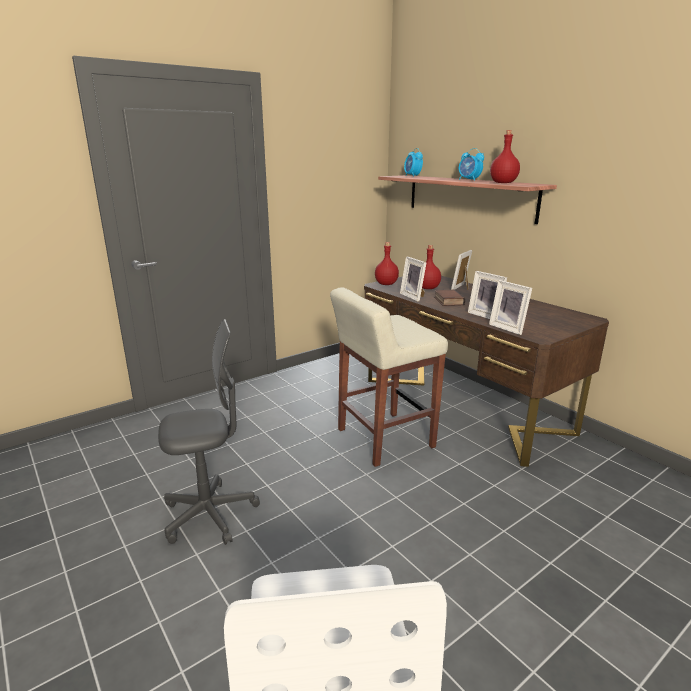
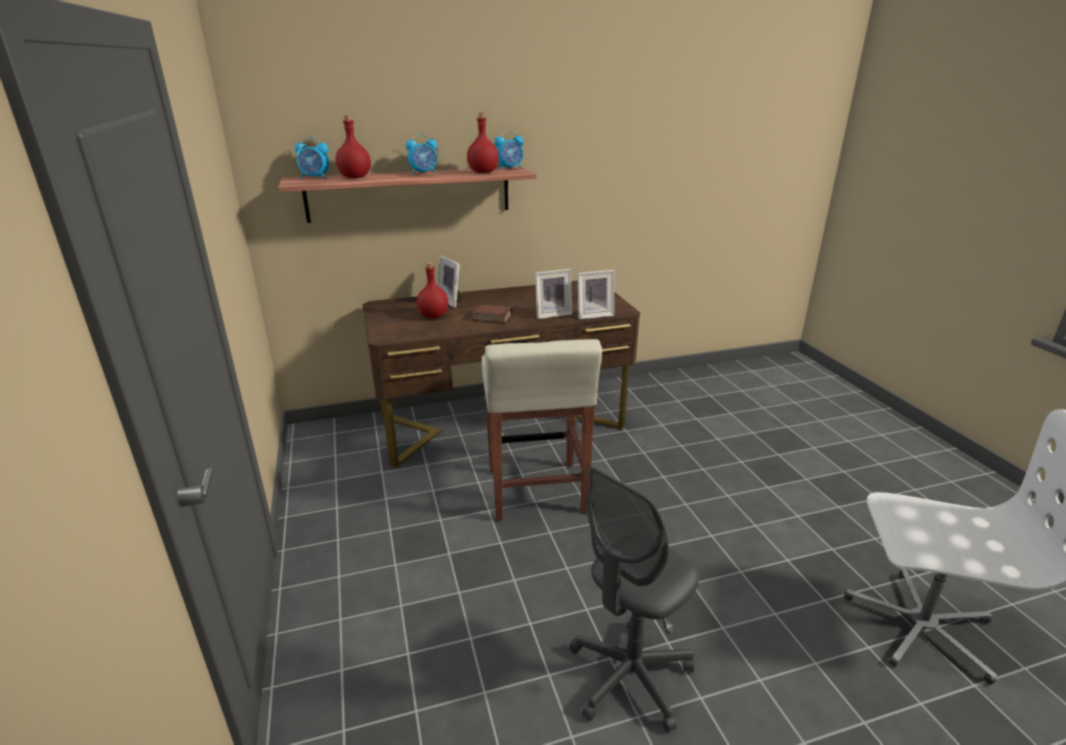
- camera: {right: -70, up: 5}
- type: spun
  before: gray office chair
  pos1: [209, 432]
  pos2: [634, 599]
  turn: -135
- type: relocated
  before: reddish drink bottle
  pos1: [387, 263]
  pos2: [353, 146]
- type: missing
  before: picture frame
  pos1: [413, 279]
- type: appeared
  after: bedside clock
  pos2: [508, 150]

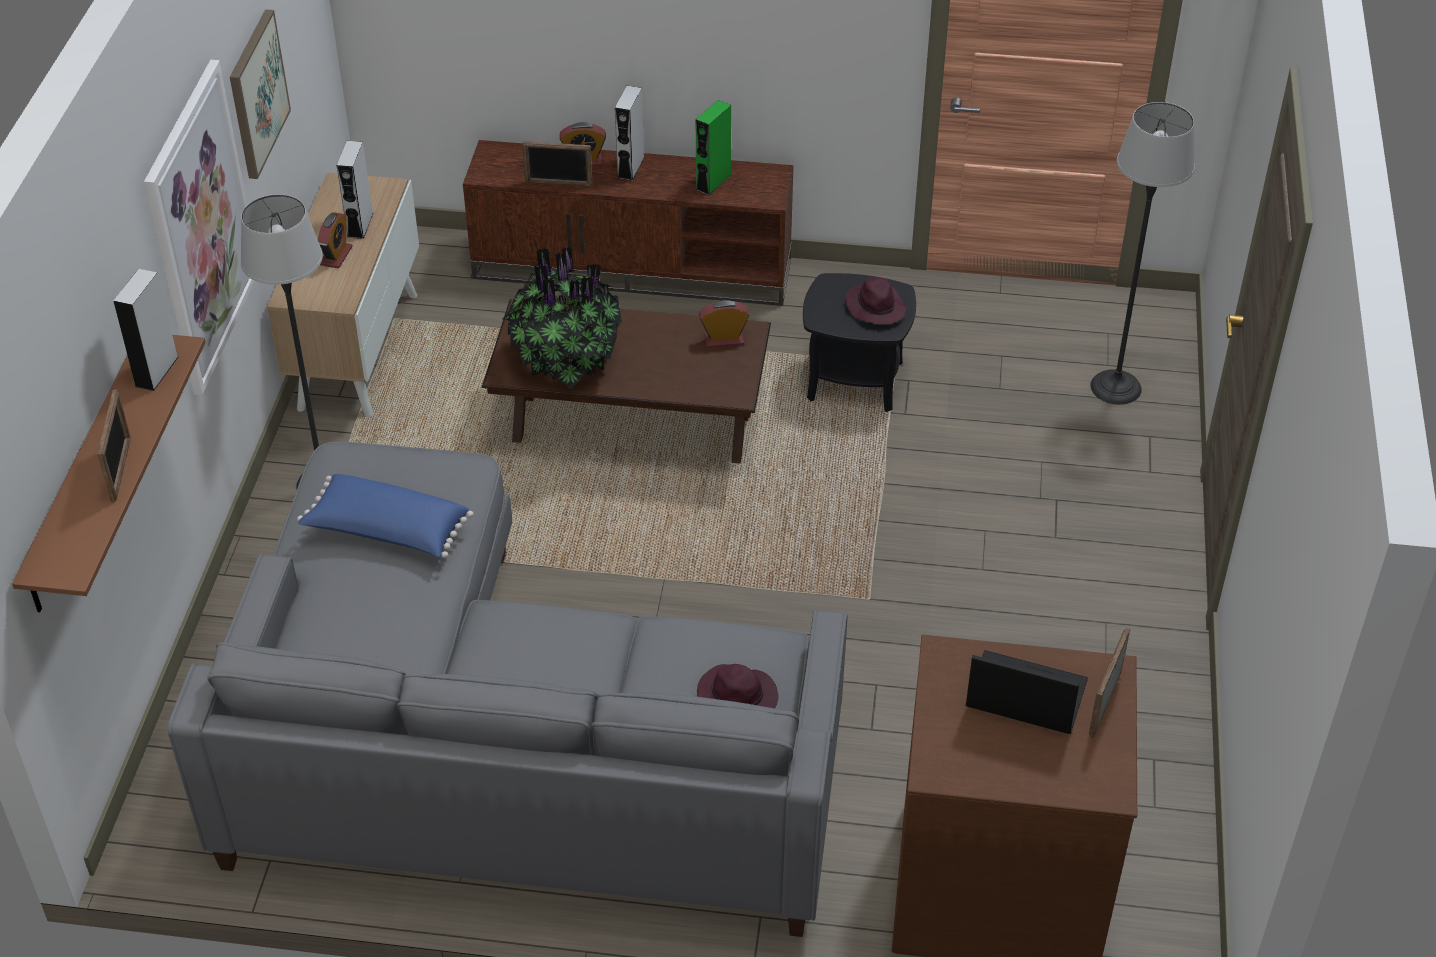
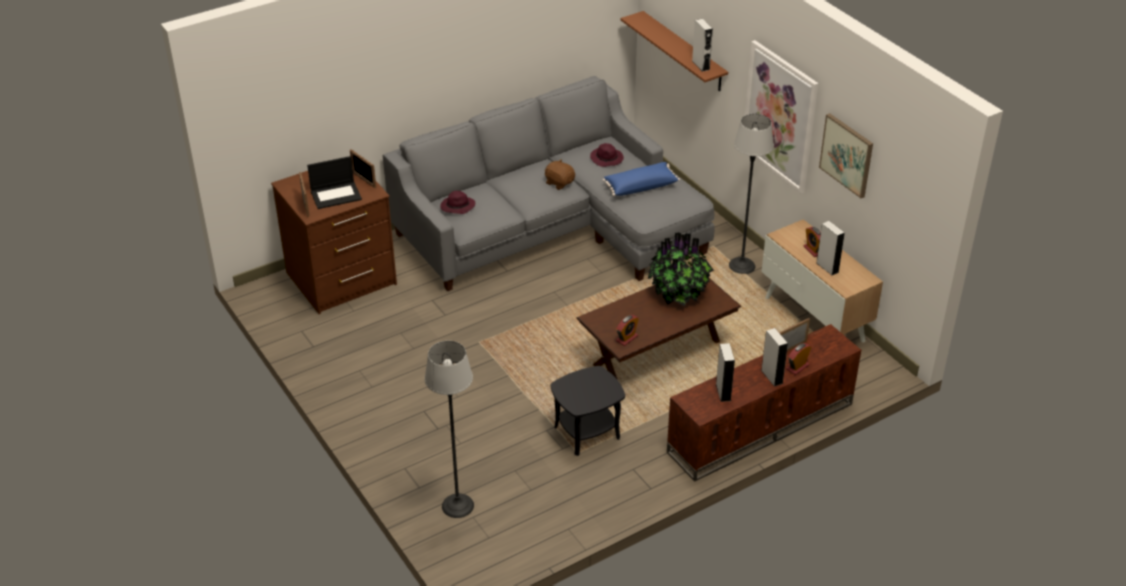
- camera: {right: 140, up: -5}
- type: relocated
  before: picture frame
  pos1: [114, 446]
  pos2: [363, 168]
- type: colour
  before: greenish loudspeaker
  after: gray loudspeaker
  pos1: [713, 147]
  pos2: [725, 372]
- type: relocated
  before: purplish clothing hat
  pos1: [875, 301]
  pos2: [607, 155]
- type: appeared
  after: brownish plush toy
  pos2: [559, 174]

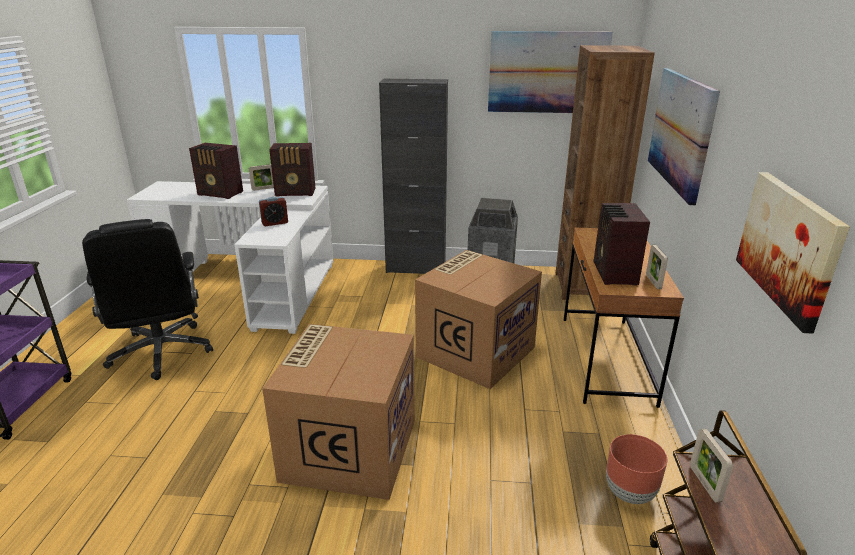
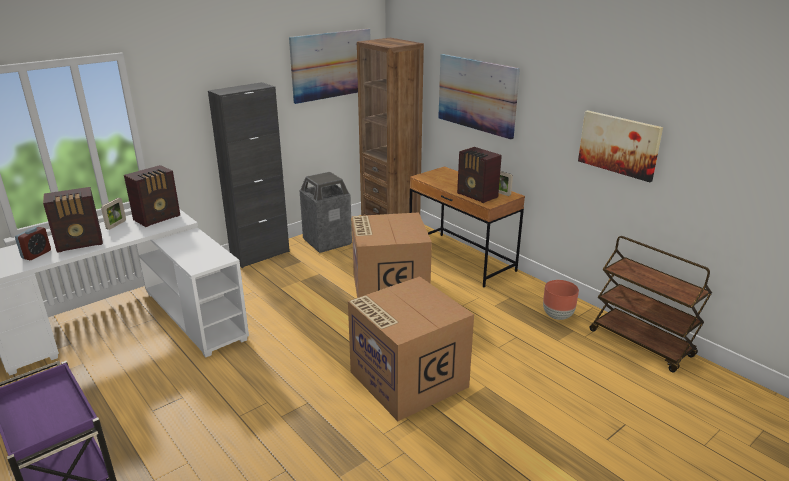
- camera: {right: -45, up: 0}
- type: missing
  before: black-coloured office chair
  pos1: [147, 299]
- type: relocated
  before: bedside clock
  pos1: [273, 211]
  pos2: [33, 243]
- type: missing
  before: picture frame
  pos1: [711, 465]

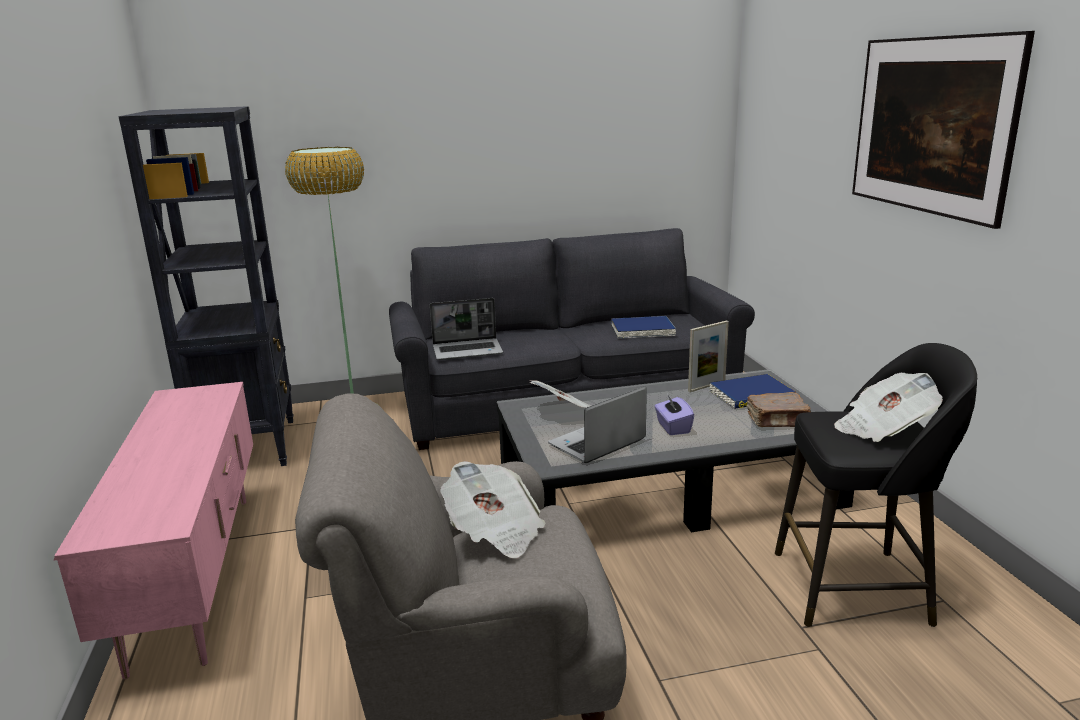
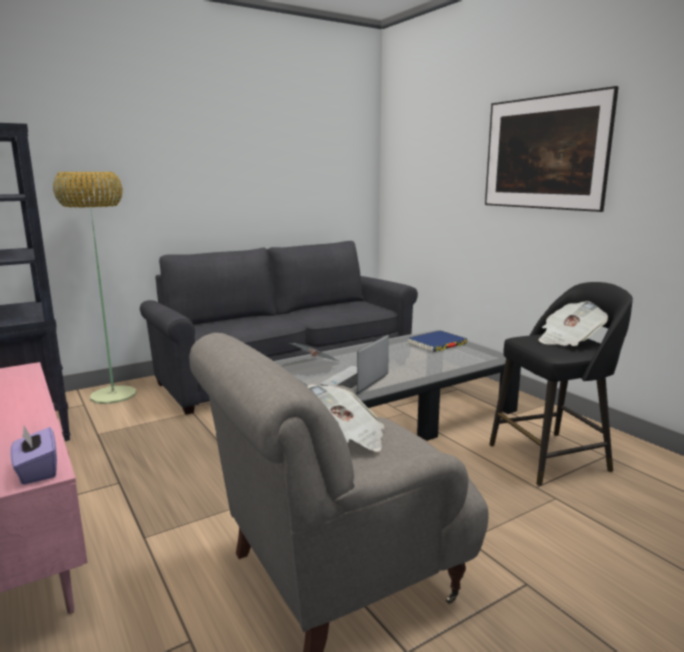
- camera: {right: -20, up: -5}
- type: missing
  before: notebook computer
  pos1: [466, 329]
- type: missing
  before: blue-coloured volume
  pos1: [643, 327]
- type: relocated
  before: purplish tissue holder
  pos1: [674, 415]
  pos2: [33, 455]
- type: missing
  before: picture frame
  pos1: [708, 356]
- type: missing
  before: brownish volume
  pos1: [779, 409]

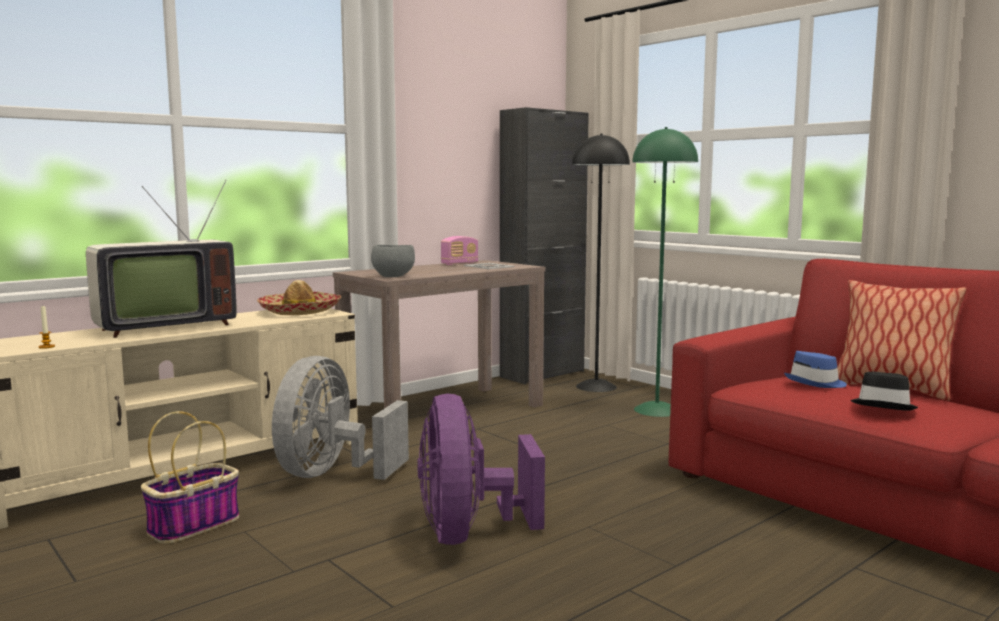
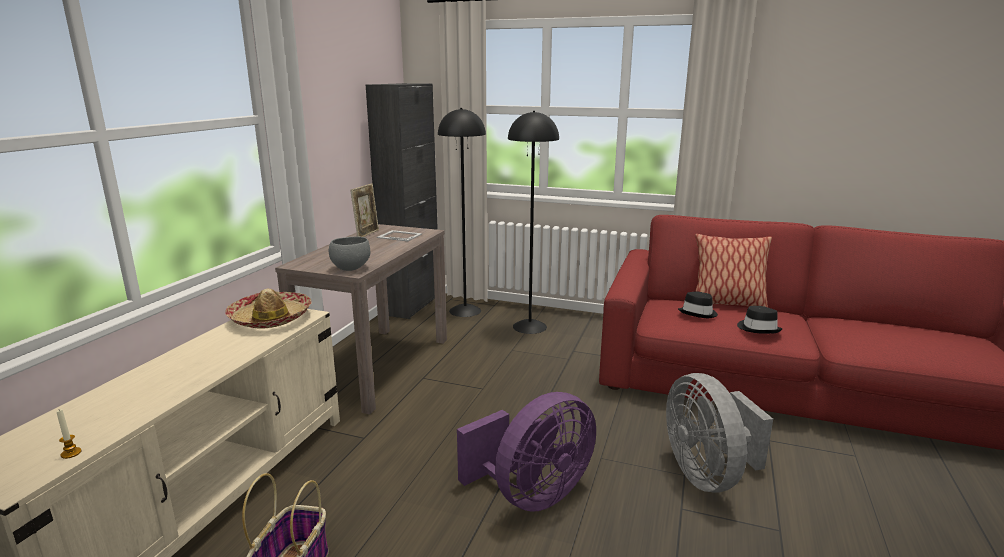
- camera: {right: -30, up: 10}
- type: missing
  before: TV set
  pos1: [161, 259]
- type: relocated
  before: gray electric fan
  pos1: [340, 418]
  pos2: [719, 433]
- type: spun
  before: purplish electric fan
  pos1: [481, 469]
  pos2: [526, 452]
  turn: -90
- type: exchanged
  before: radio
  after: picture frame
  pos1: [459, 250]
  pos2: [364, 210]
- type: colour
  before: greenish floor lamp
  after: black-coloured floor lamp
  pos1: [665, 272]
  pos2: [533, 222]
- type: colour
  before: blue-coloured clothing hat
  after: black-coloured clothing hat
  pos1: [815, 369]
  pos2: [698, 305]

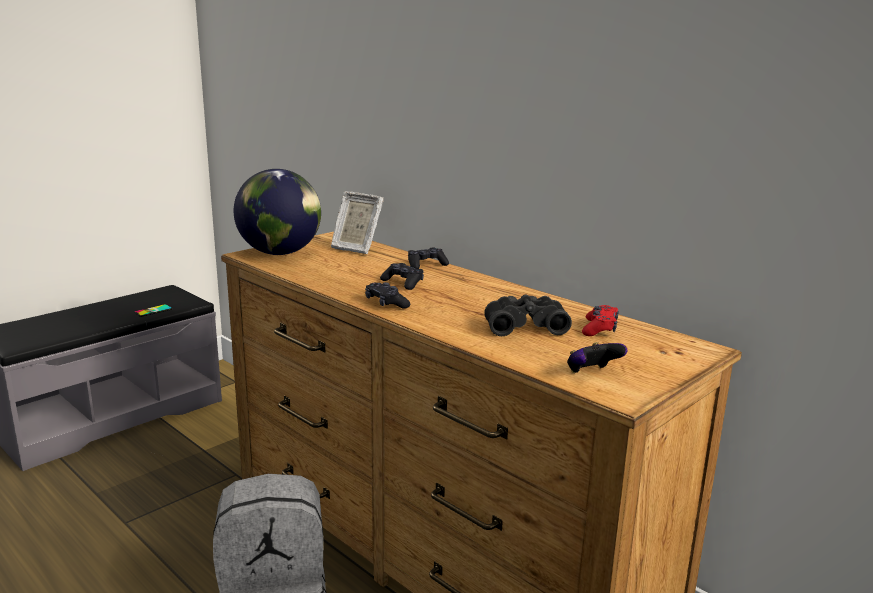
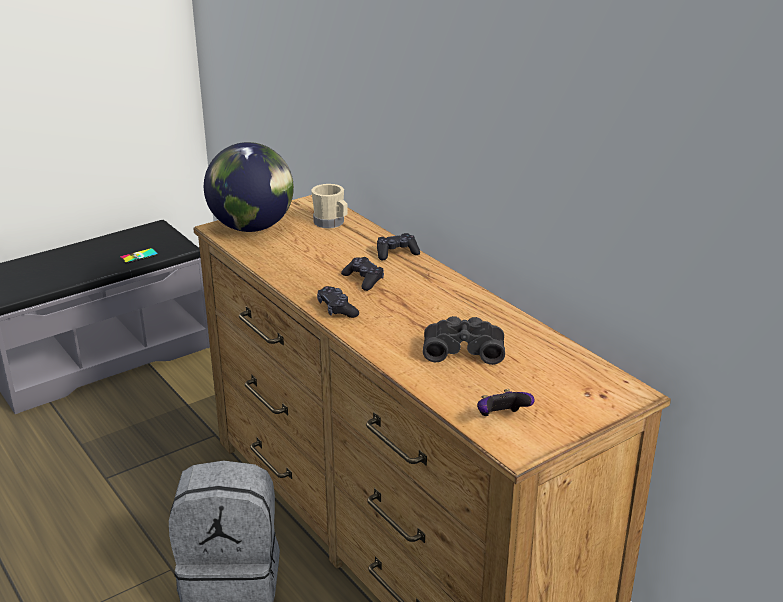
- camera: {right: 10, up: 10}
- type: exchanged
  before: picture frame
  after: beige tea mug
  pos1: [357, 222]
  pos2: [329, 206]
- type: missing
  before: reddish joypad
  pos1: [600, 320]

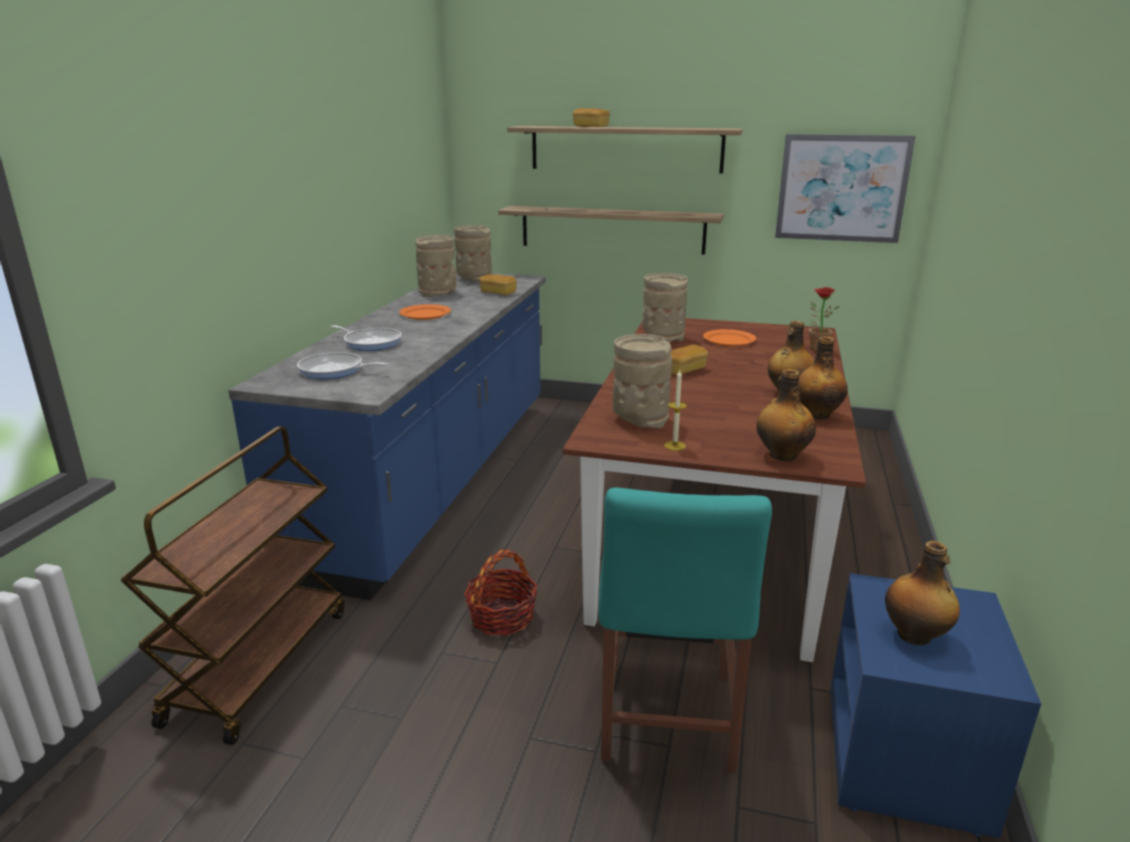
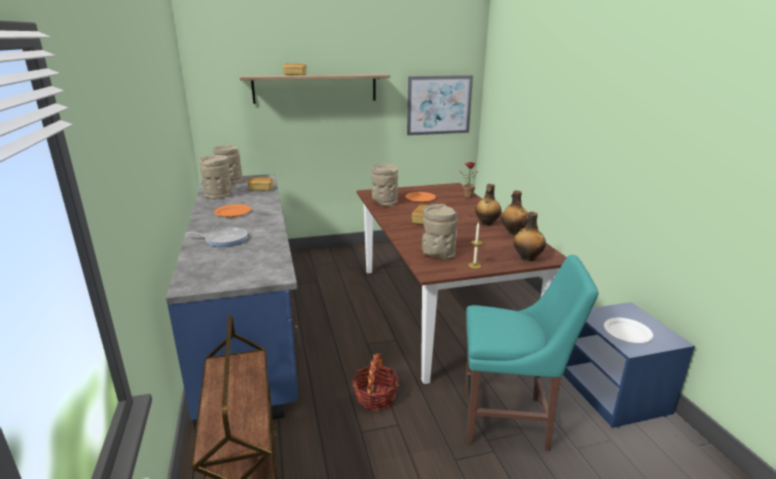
- camera: {right: -30, up: 0}
- type: missing
  before: skillet
  pos1: [343, 365]
- type: missing
  before: shelf
  pos1: [611, 230]
- type: spun
  before: turquoise-coloured chair
  pos1: [685, 630]
  pos2: [532, 353]
  turn: -60
- type: exchanged
  before: drink bottle
  after: white-coloured dinner plate
  pos1: [922, 593]
  pos2: [628, 330]

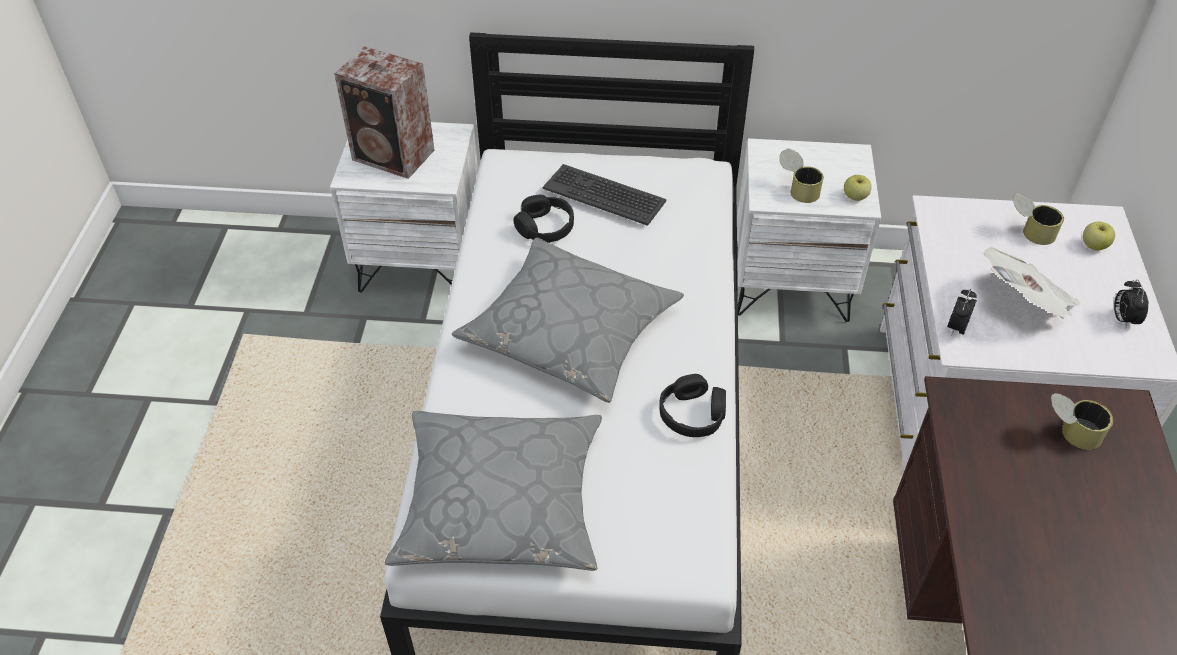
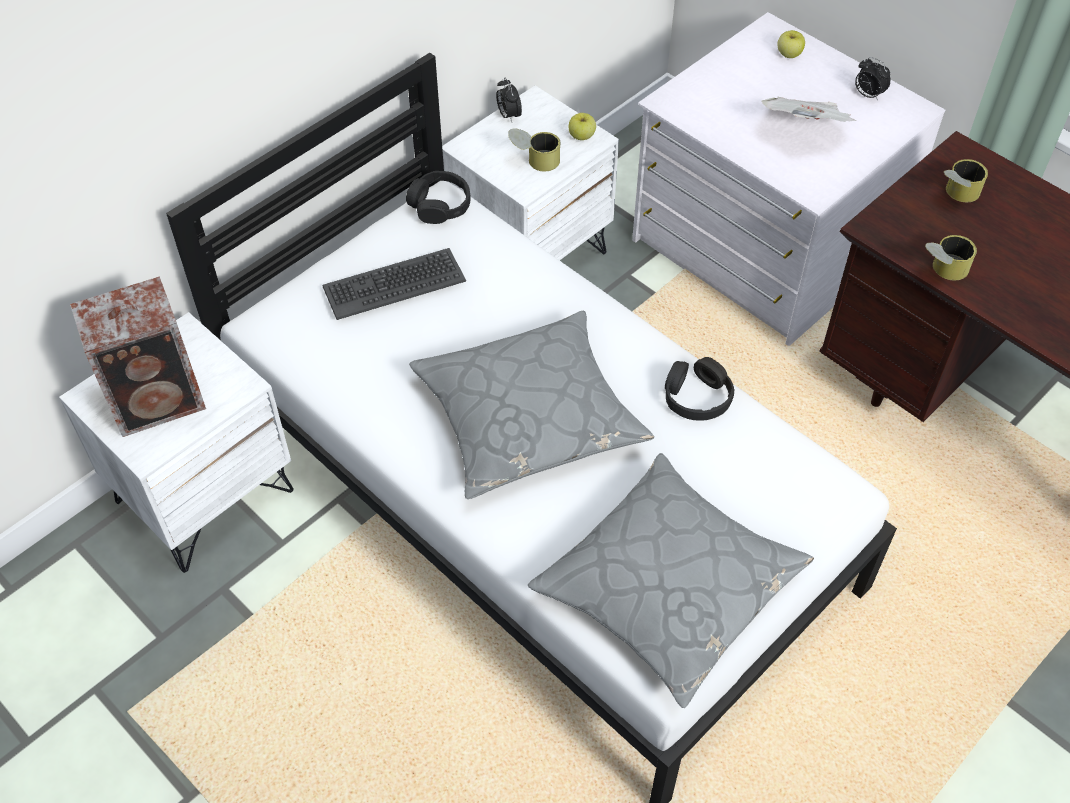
- camera: {right: -50, up: 5}
- type: relocated
  before: black-coloured headset
  pos1: [543, 219]
  pos2: [438, 197]
- type: relocated
  before: bedside clock
  pos1: [962, 312]
  pos2: [509, 100]
- type: relocated
  before: metal can
  pos1: [1038, 219]
  pos2: [951, 257]

